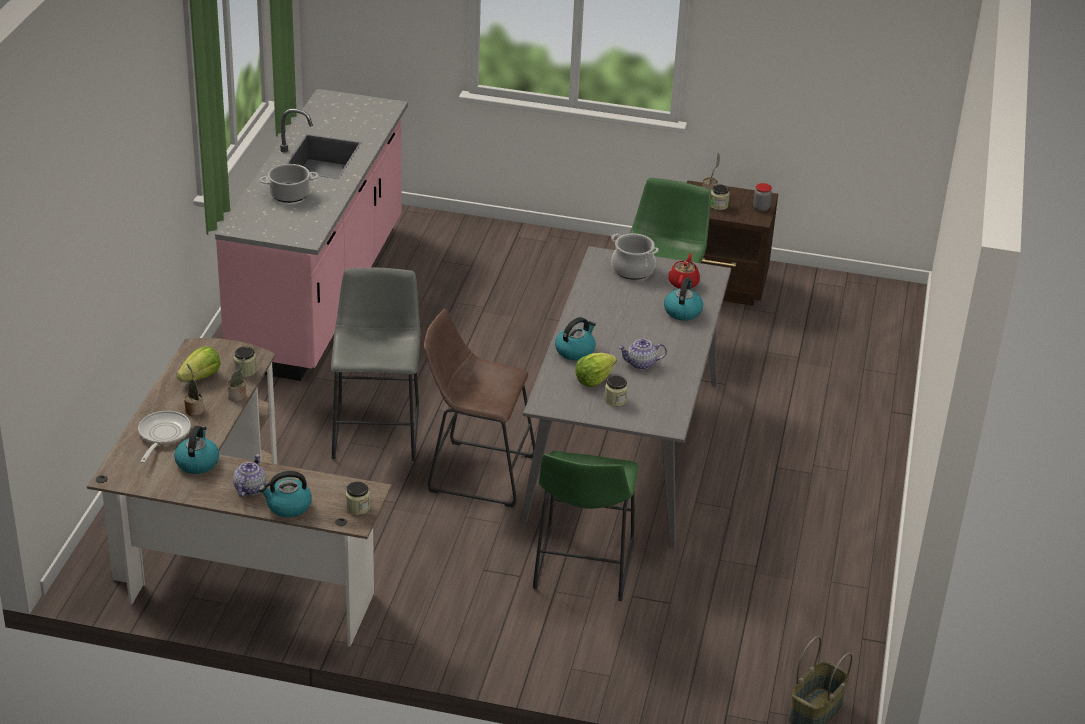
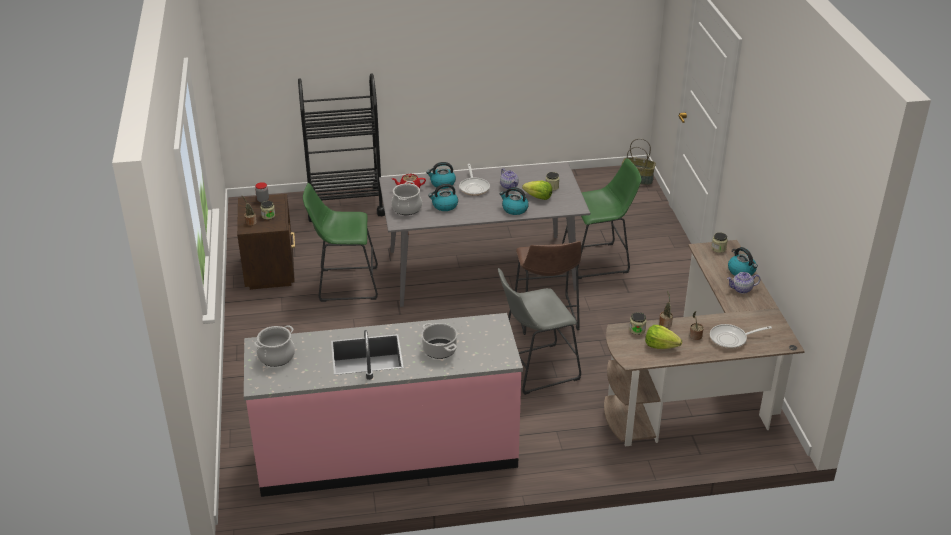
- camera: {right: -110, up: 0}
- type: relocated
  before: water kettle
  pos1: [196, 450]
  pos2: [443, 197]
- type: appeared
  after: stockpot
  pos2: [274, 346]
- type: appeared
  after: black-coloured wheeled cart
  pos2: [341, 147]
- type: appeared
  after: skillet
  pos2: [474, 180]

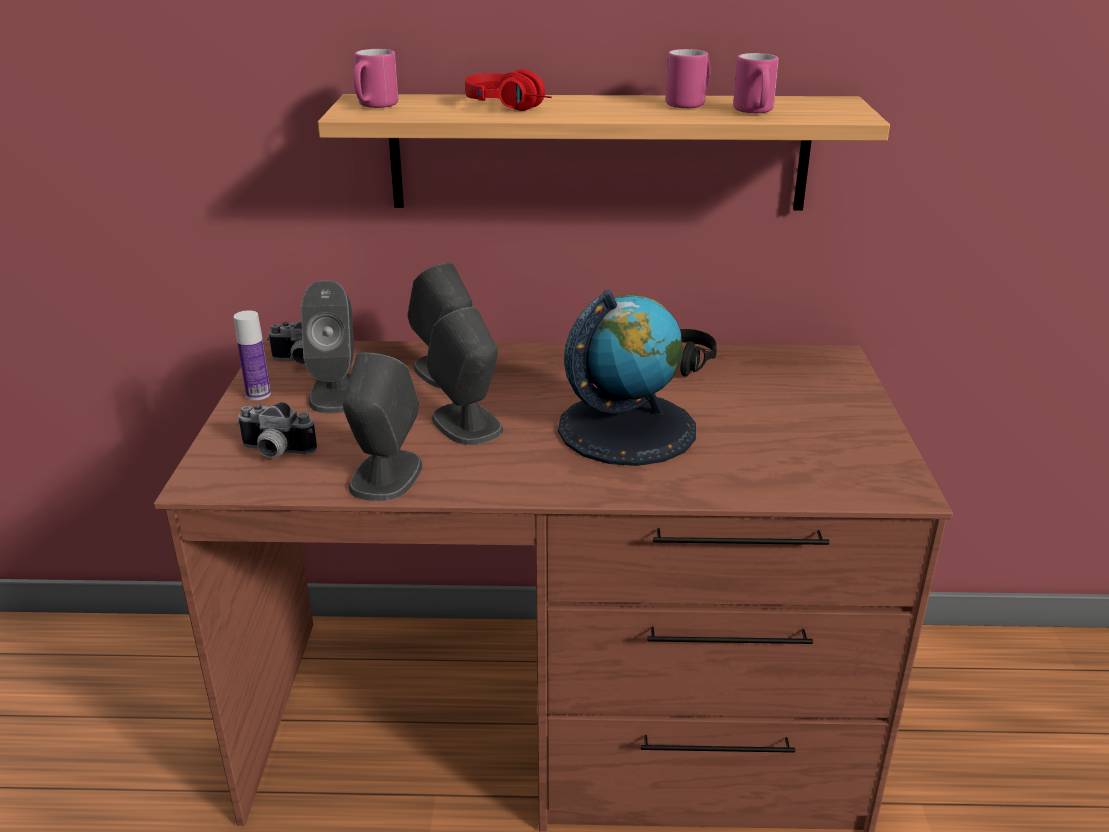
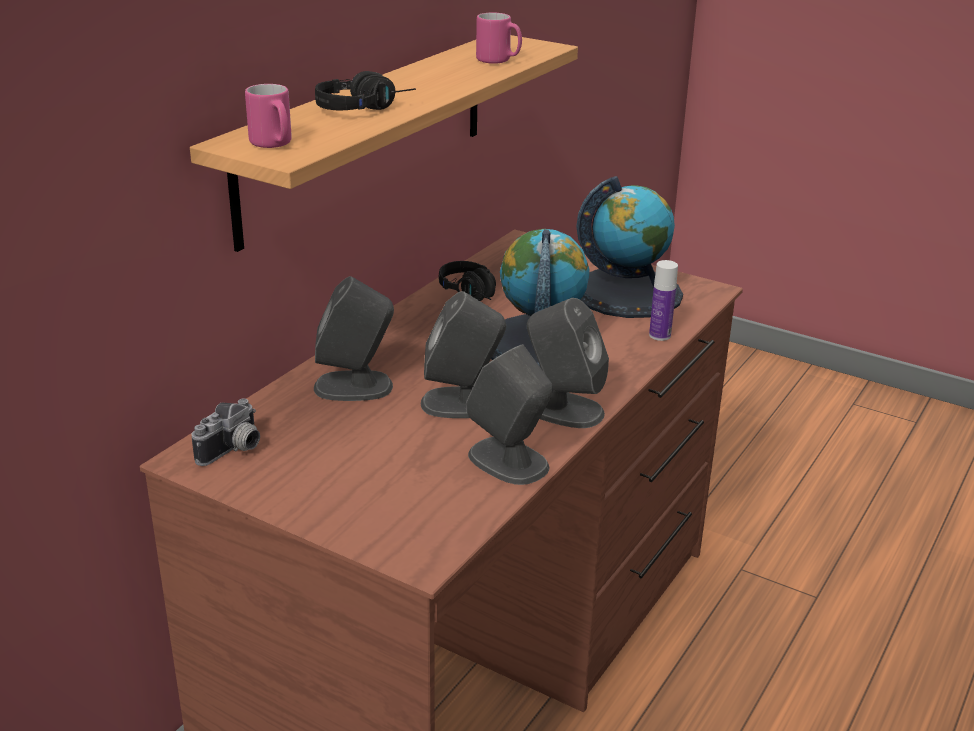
- camera: {right: -60, up: 0}
- type: relocated
  before: drink bottle
  pos1: [252, 355]
  pos2: [663, 300]
- type: missing
  before: photo camera
  pos1: [276, 430]
- type: relocated
  before: gray loudspeaker
  pos1: [327, 346]
  pos2: [568, 363]
- type: colour
  before: reddish headset
  after: black-coloured headset
  pos1: [508, 90]
  pos2: [365, 90]
- type: missing
  before: pink-coloured tea mug
  pos1: [687, 78]
- type: appeared
  after: desk globe
  pos2: [629, 247]

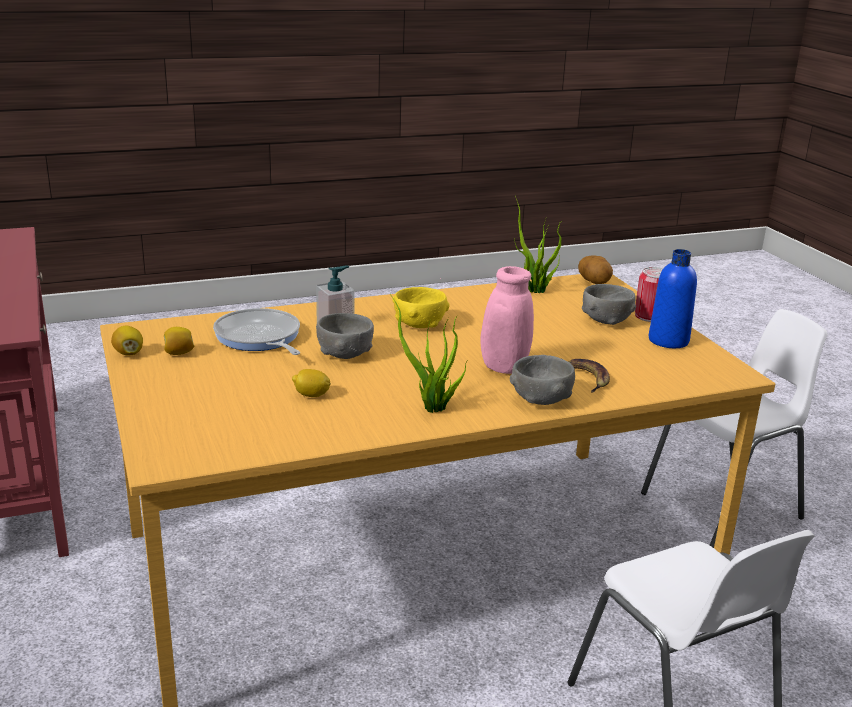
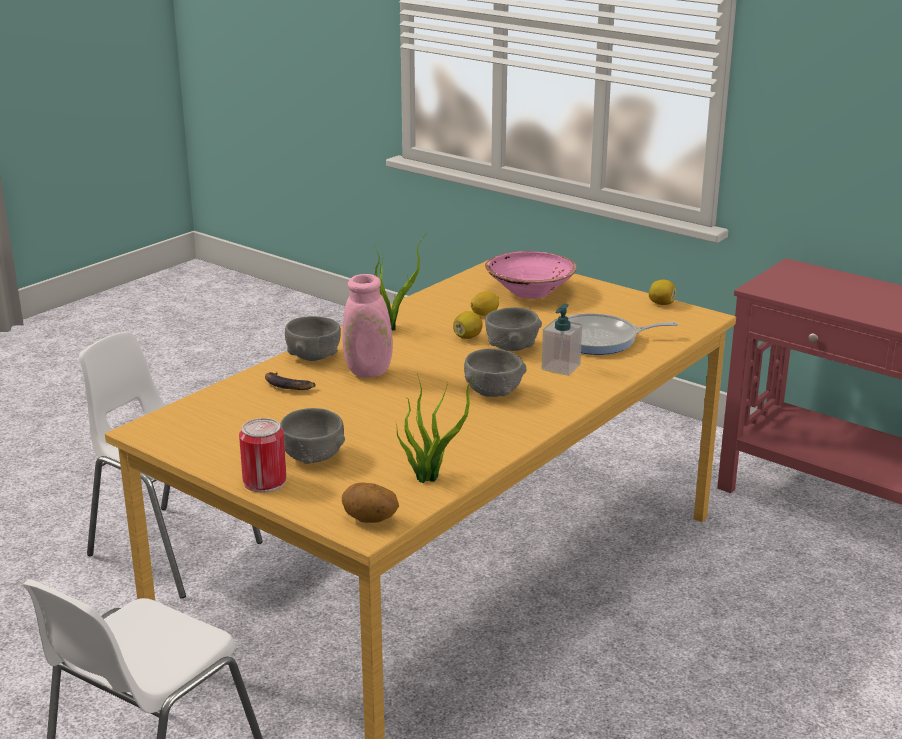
- camera: {right: 150, up: 0}
- type: relocated
  before: whole lemon
  pos1: [179, 341]
  pos2: [468, 325]
- type: spun
  before: skillet
  pos1: [256, 331]
  pos2: [622, 334]
  turn: 150
- type: colour
  before: yellowish serving bowl
  after: gray serving bowl
  pos1: [421, 307]
  pos2: [495, 372]
- type: missing
  before: blue-coloured drink bottle
  pos1: [673, 298]
- type: appeared
  after: pink-coloured serving bowl
  pos2: [531, 275]

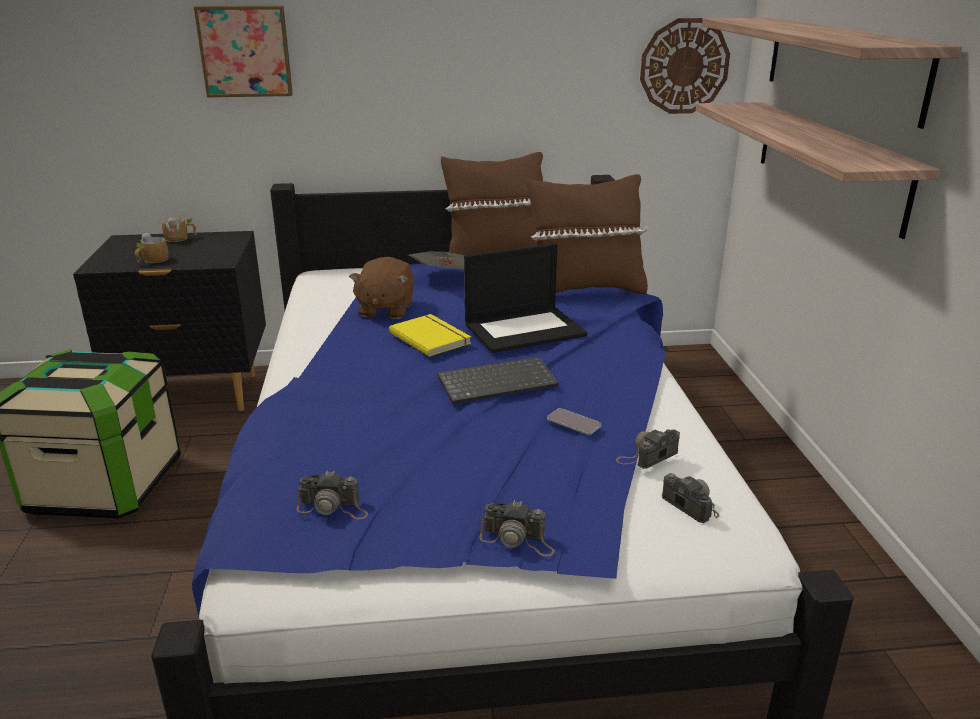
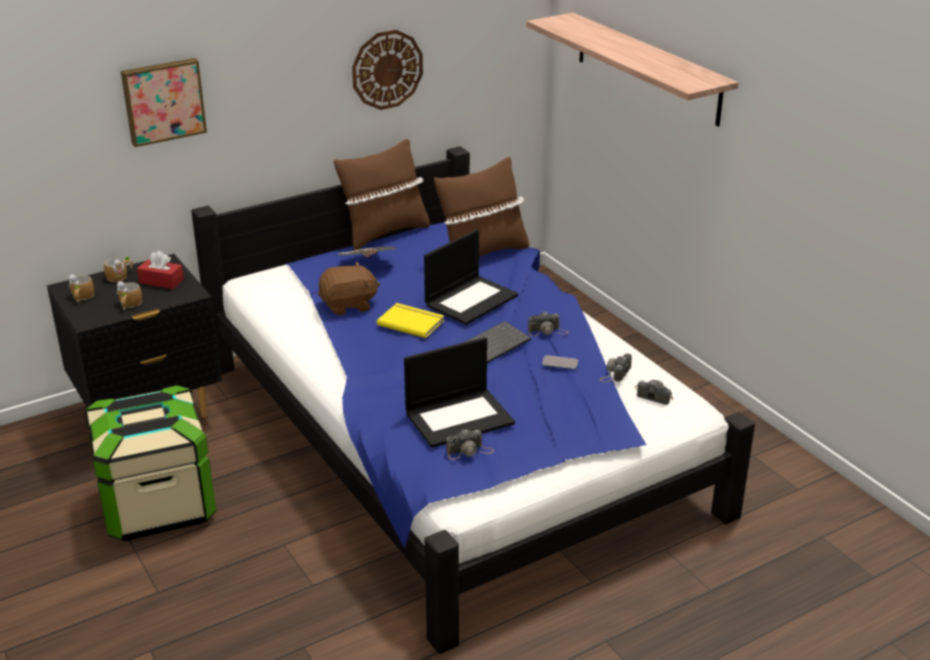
- camera: {right: -25, up: 5}
- type: spun
  before: brownish plush toy
  pos1: [381, 288]
  pos2: [349, 289]
  turn: -90
- type: relocated
  before: photo camera
  pos1: [517, 528]
  pos2: [548, 324]
- type: relocated
  before: hanging clock
  pos1: [685, 66]
  pos2: [387, 70]
- type: missing
  before: shelf
  pos1: [818, 170]
- type: appeared
  after: tea mug
  pos2: [81, 288]
- type: appeared
  after: reddish tissue holder
  pos2: [160, 270]
- type: appeared
  after: notebook computer
  pos2: [459, 392]

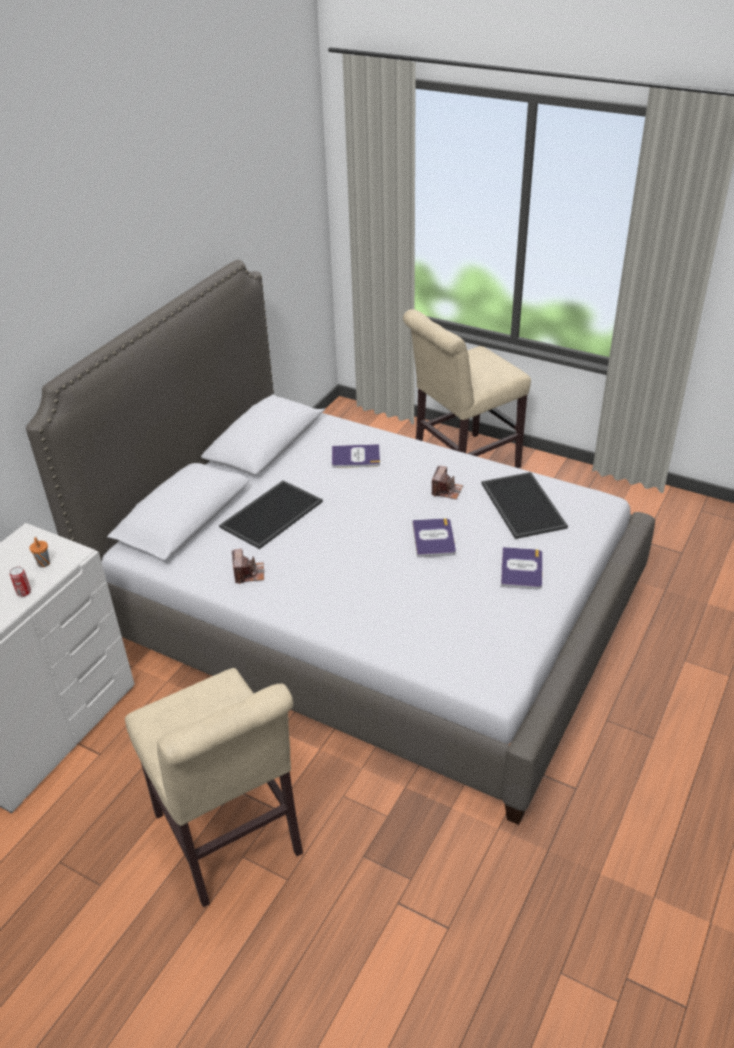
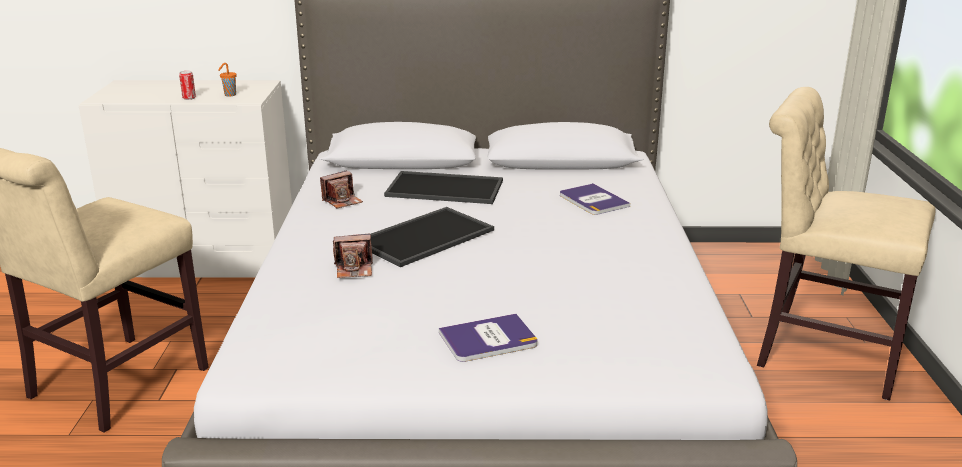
- camera: {right: 60, up: -15}
- type: missing
  before: volume
  pos1: [434, 537]
- type: relocated
  before: photo camera
  pos1: [447, 482]
  pos2: [353, 255]
- type: relocated
  before: serving tray
  pos1: [524, 505]
  pos2: [432, 237]

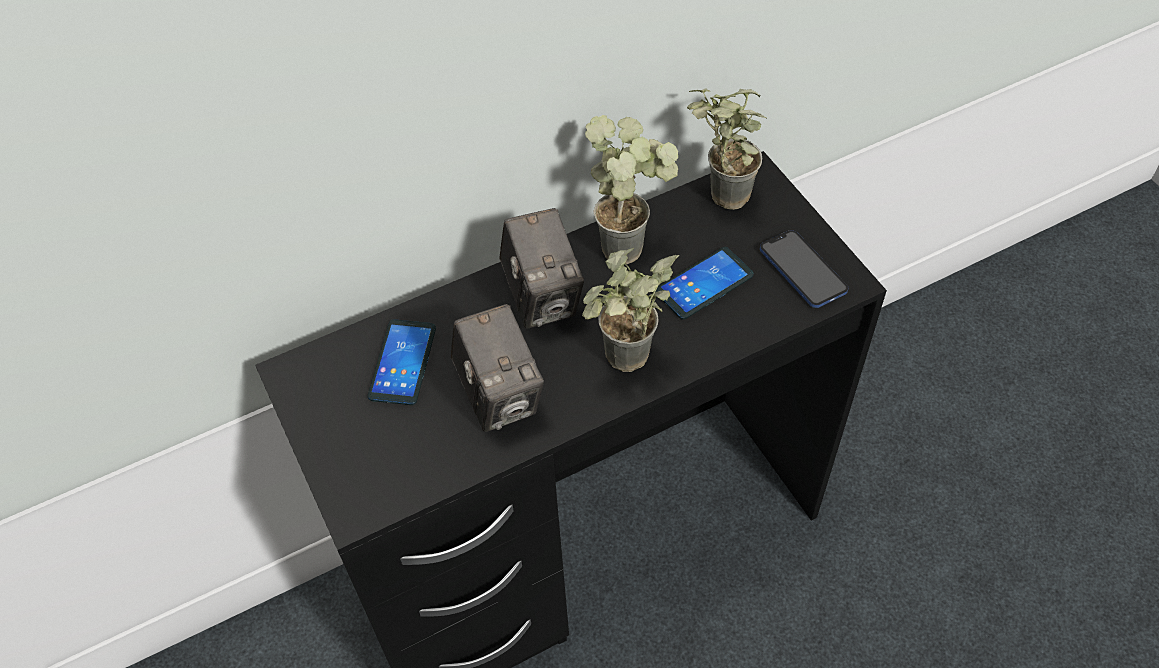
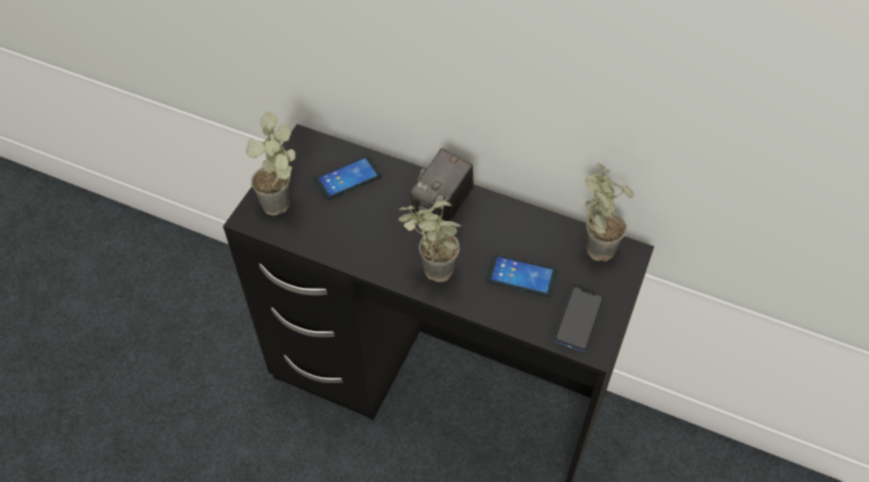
- camera: {right: 50, up: 0}
- type: missing
  before: photo camera
  pos1: [497, 368]
- type: relocated
  before: houseplant
  pos1: [631, 189]
  pos2: [270, 164]

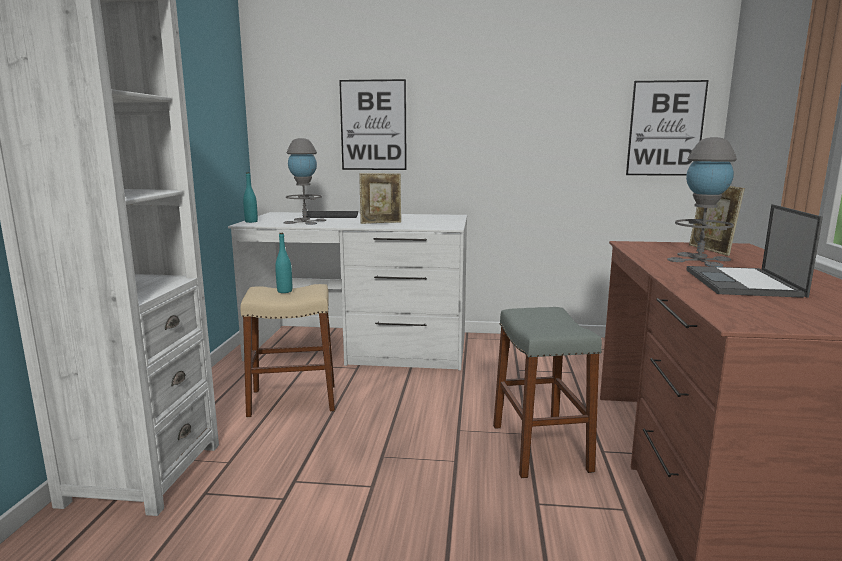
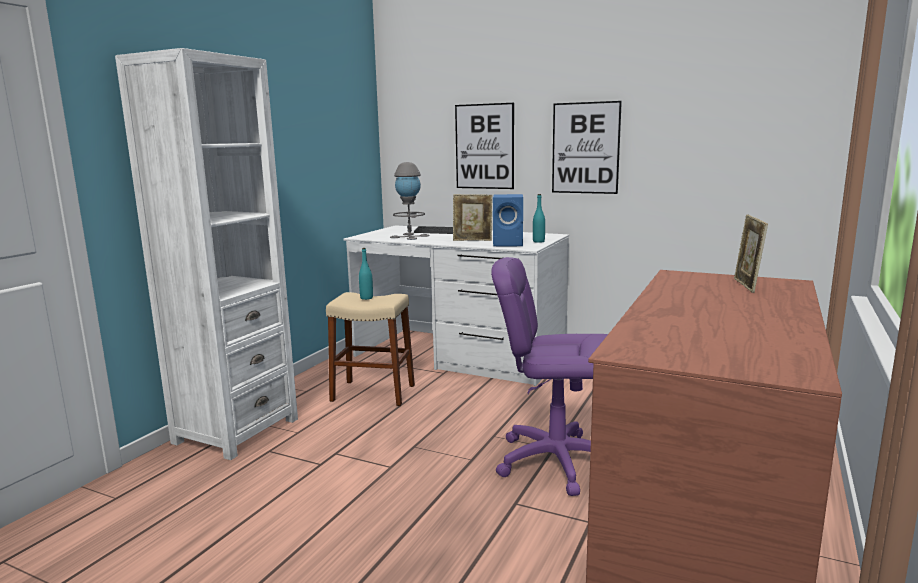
- camera: {right: 20, up: 0}
- type: relocated
  before: turquoise-coloured drink bottle
  pos1: [250, 197]
  pos2: [539, 218]
- type: exchanged
  before: gray stool seat
  after: purplish office chair
  pos1: [547, 392]
  pos2: [549, 376]
- type: relocated
  before: wall art
  pos1: [667, 128]
  pos2: [587, 147]
- type: missing
  before: gray tabletop lamp
  pos1: [702, 202]
- type: missing
  before: notebook computer
  pos1: [754, 251]
- type: appeared
  after: blue-coloured loudspeaker
  pos2: [508, 220]

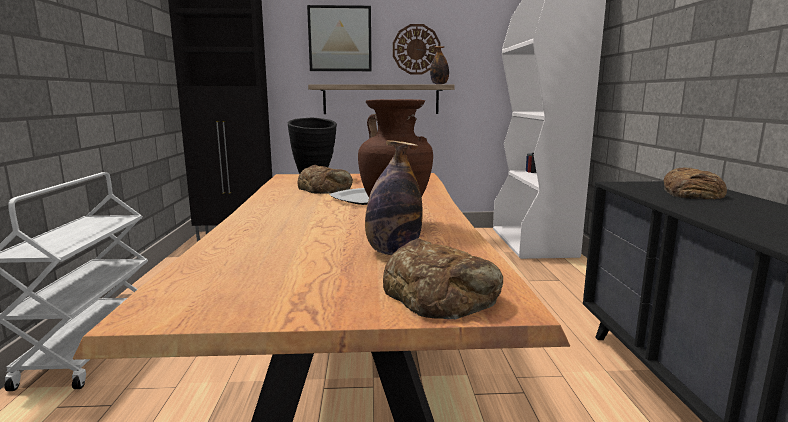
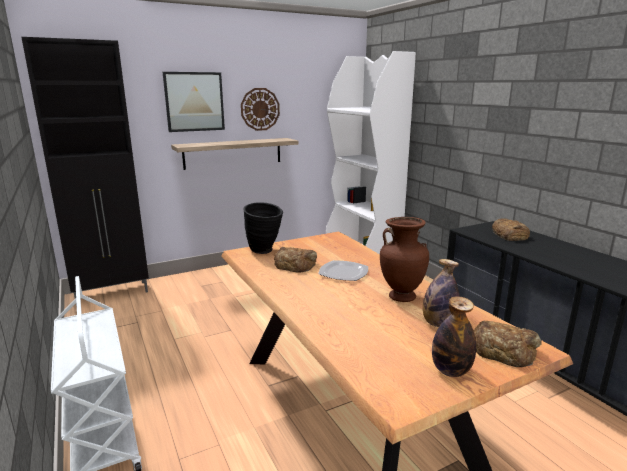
- camera: {right: -25, up: 5}
- type: relocated
  before: drink bottle
  pos1: [439, 65]
  pos2: [454, 336]

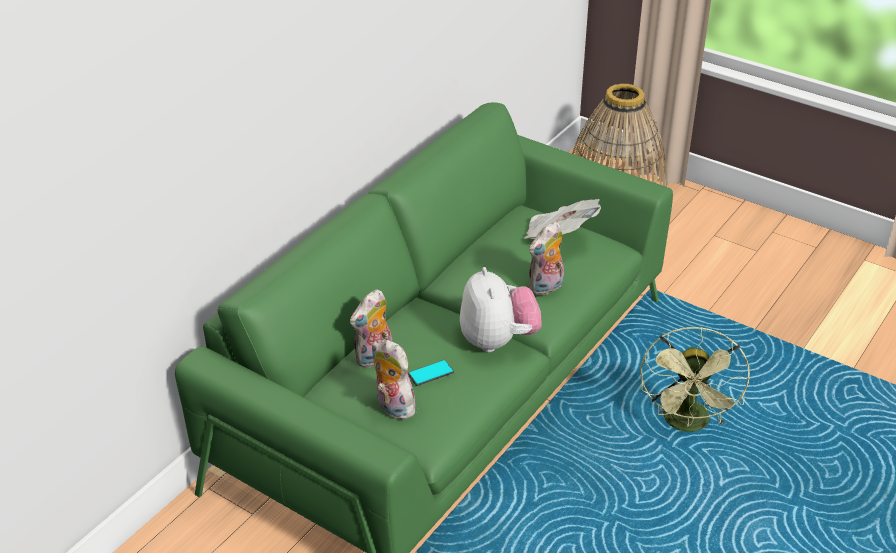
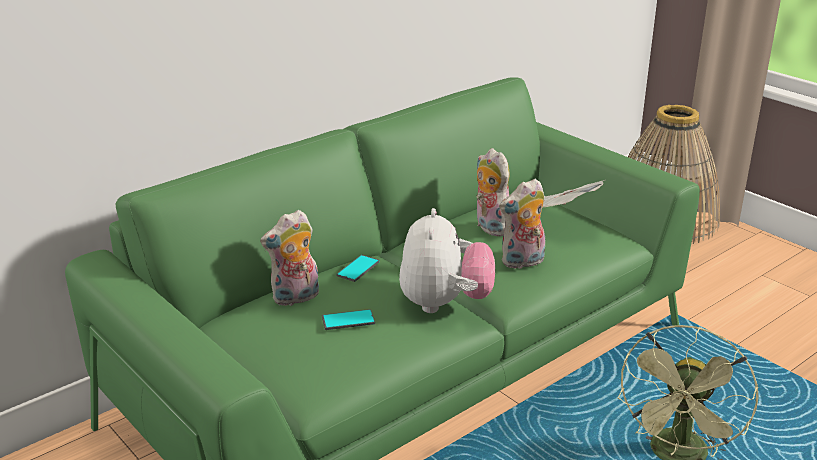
- camera: {right: 15, up: -10}
- type: relocated
  before: plush toy
  pos1: [393, 380]
  pos2: [493, 192]
- type: appeared
  after: handset
  pos2: [358, 268]

